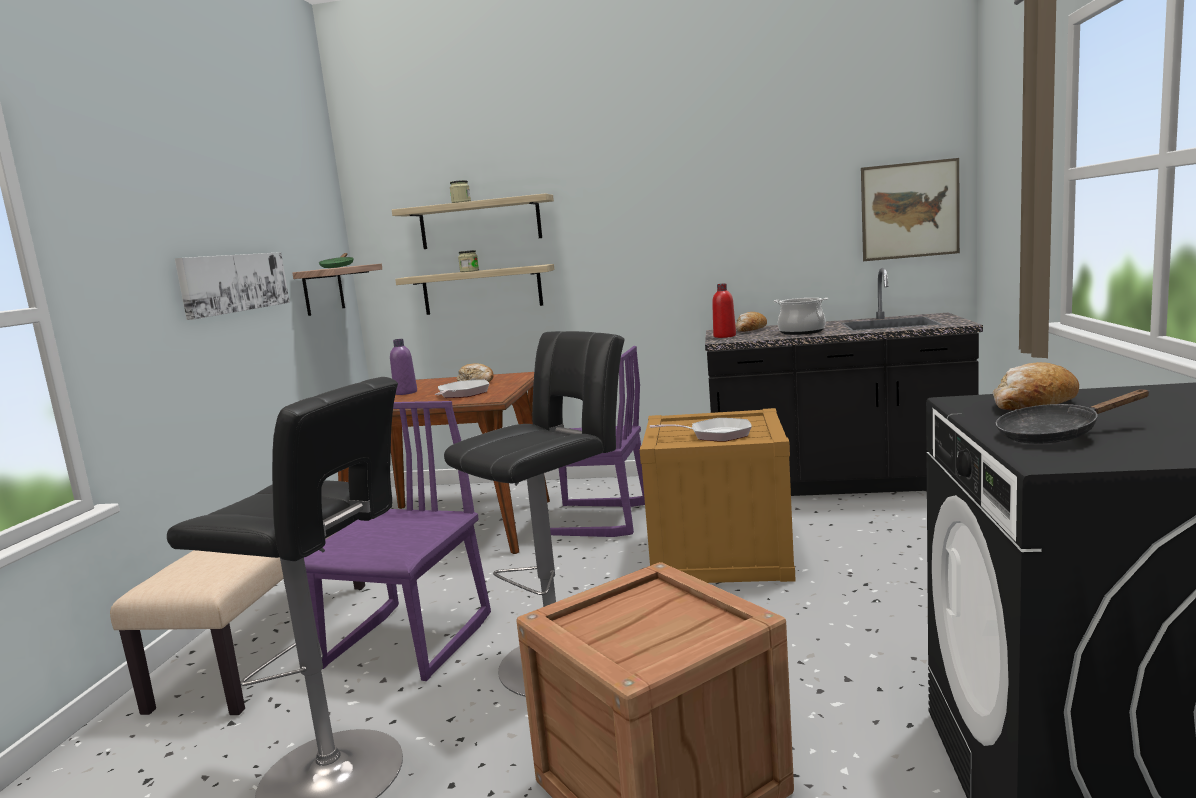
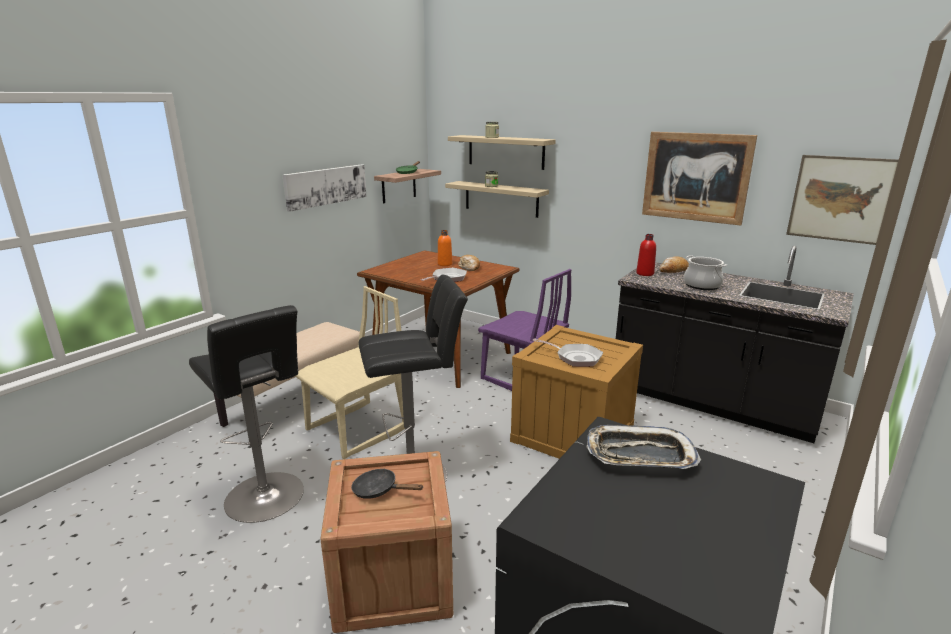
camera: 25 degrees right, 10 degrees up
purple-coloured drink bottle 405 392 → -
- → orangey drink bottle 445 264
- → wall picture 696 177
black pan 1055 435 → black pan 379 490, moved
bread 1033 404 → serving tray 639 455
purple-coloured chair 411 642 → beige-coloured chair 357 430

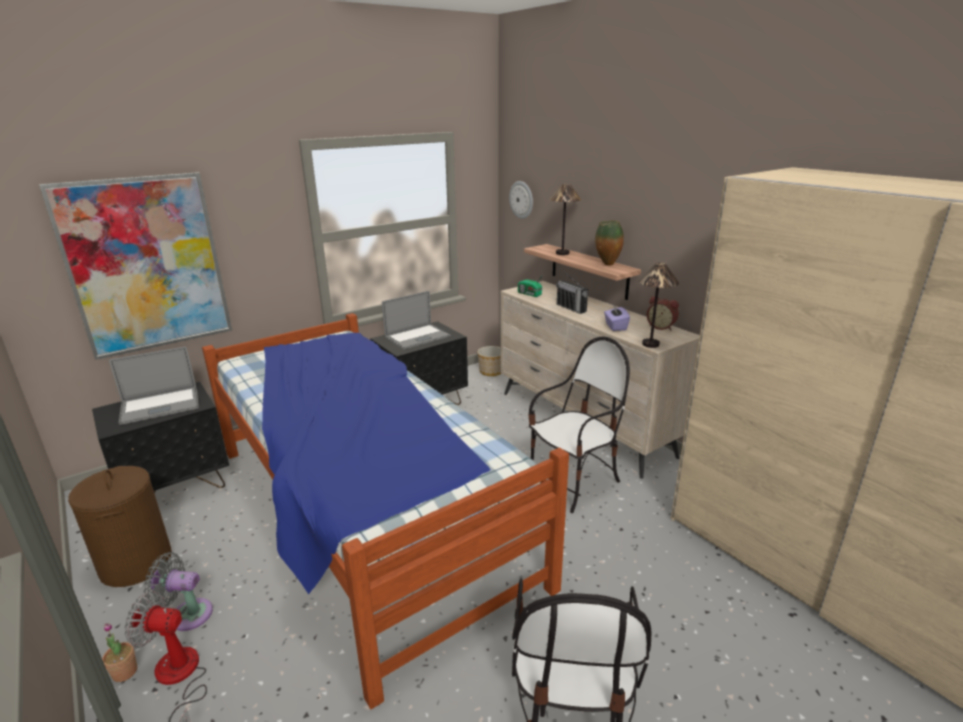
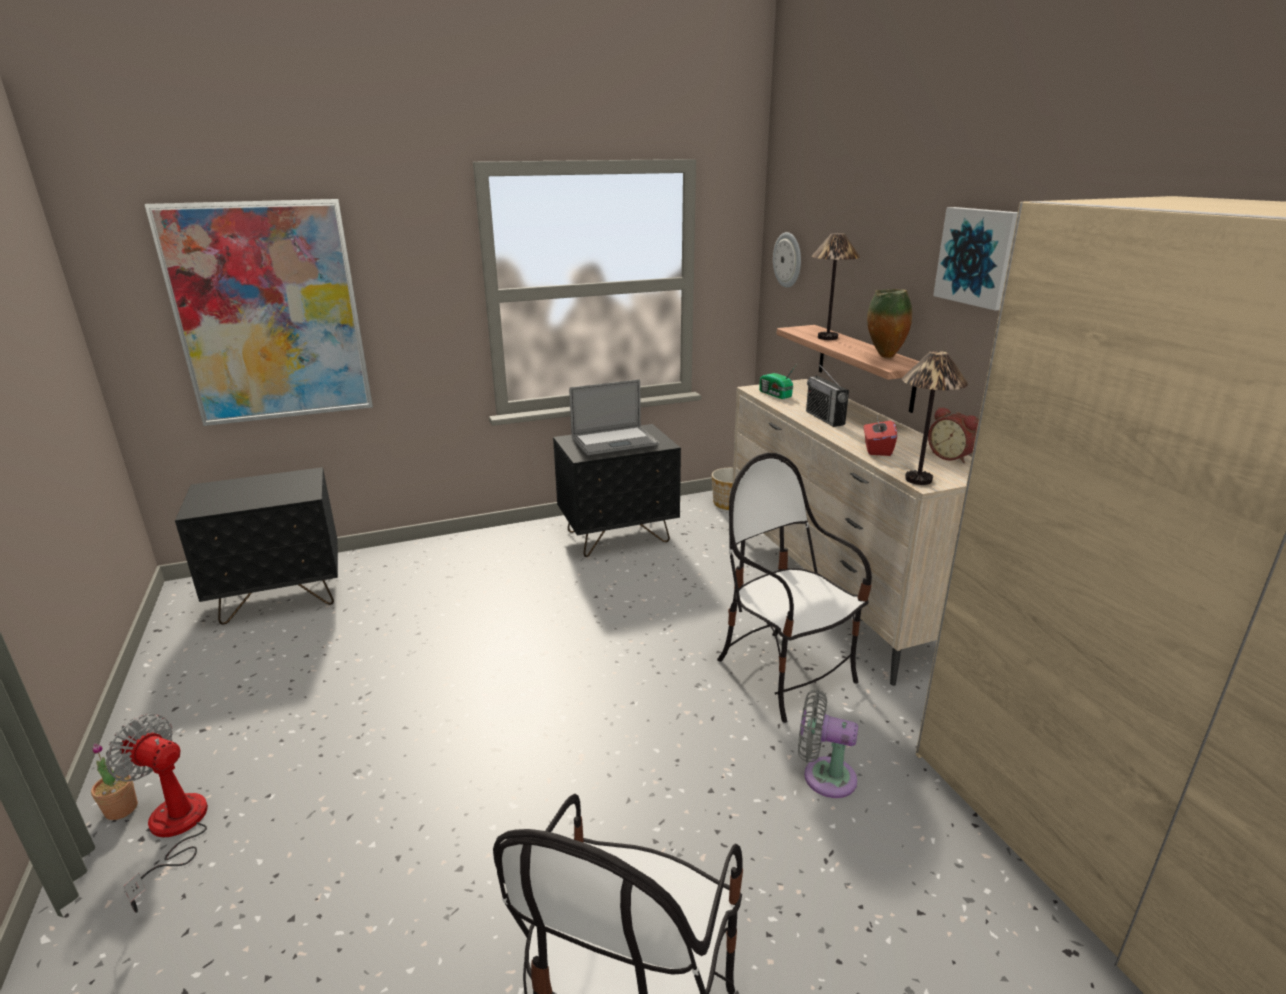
camera: 15 degrees right, 0 degrees up
brown hamper 136 563 → -
notebook computer 160 406 → -
bed 364 512 → -
- → wall picture 979 257
grey cooling fan 187 614 → grey cooling fan 823 776, moved
purple-coloured tissue box 615 326 → red-coloured tissue box 877 449
chair 574 482 → chair 785 674, 105 degrees counterclockwise

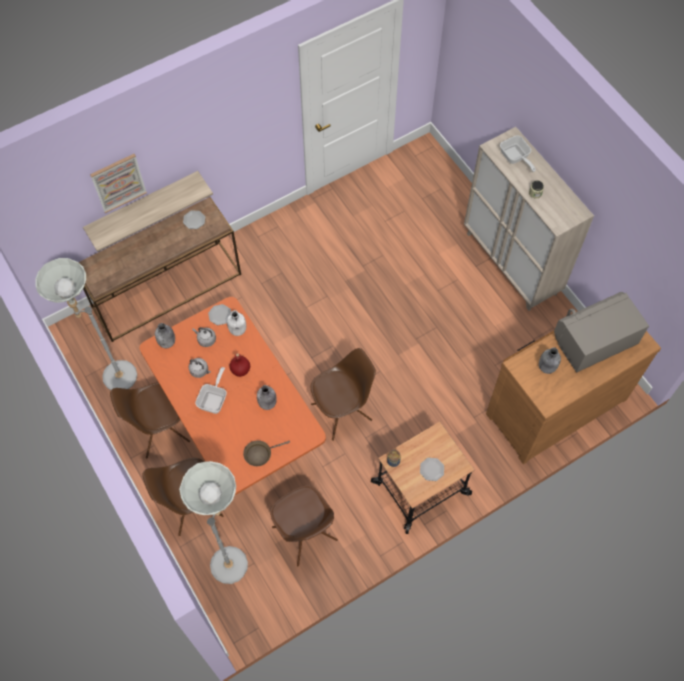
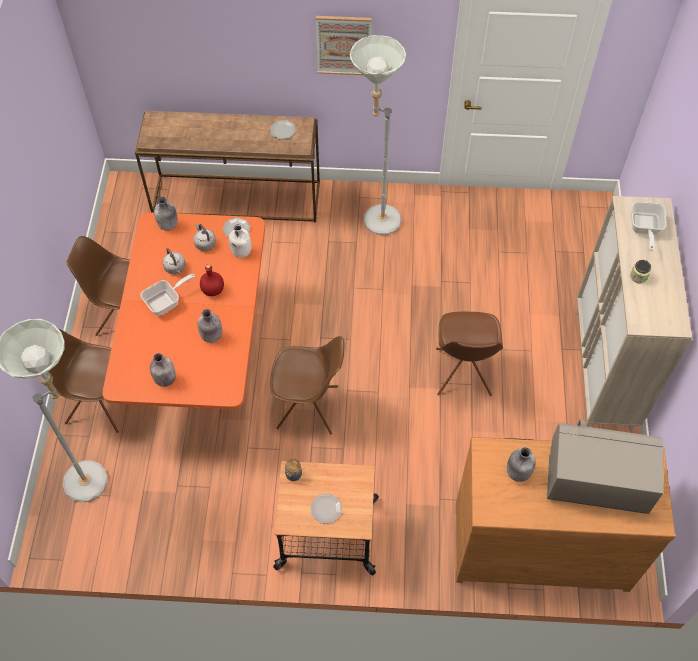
camera: 35 degrees right, 5 degrees down
shelf 143 206 → -
grey floor lamp 112 377 → grey floor lamp 375 217, moved
wall picture 118 182 → wall picture 343 45, moved
brown chair 305 535 → brown chair 463 373, moved
brown pan 260 454 → grey drink bottle 165 379

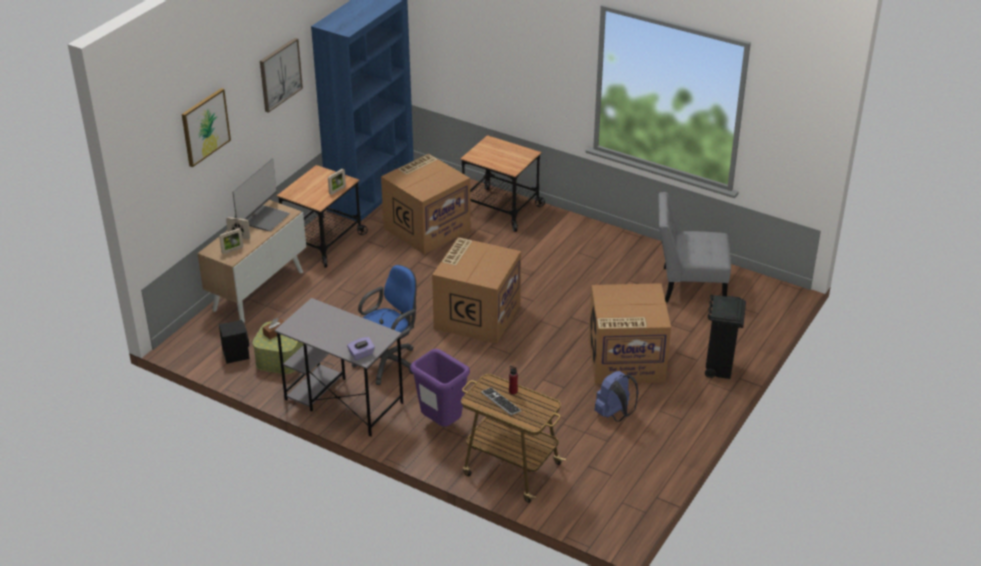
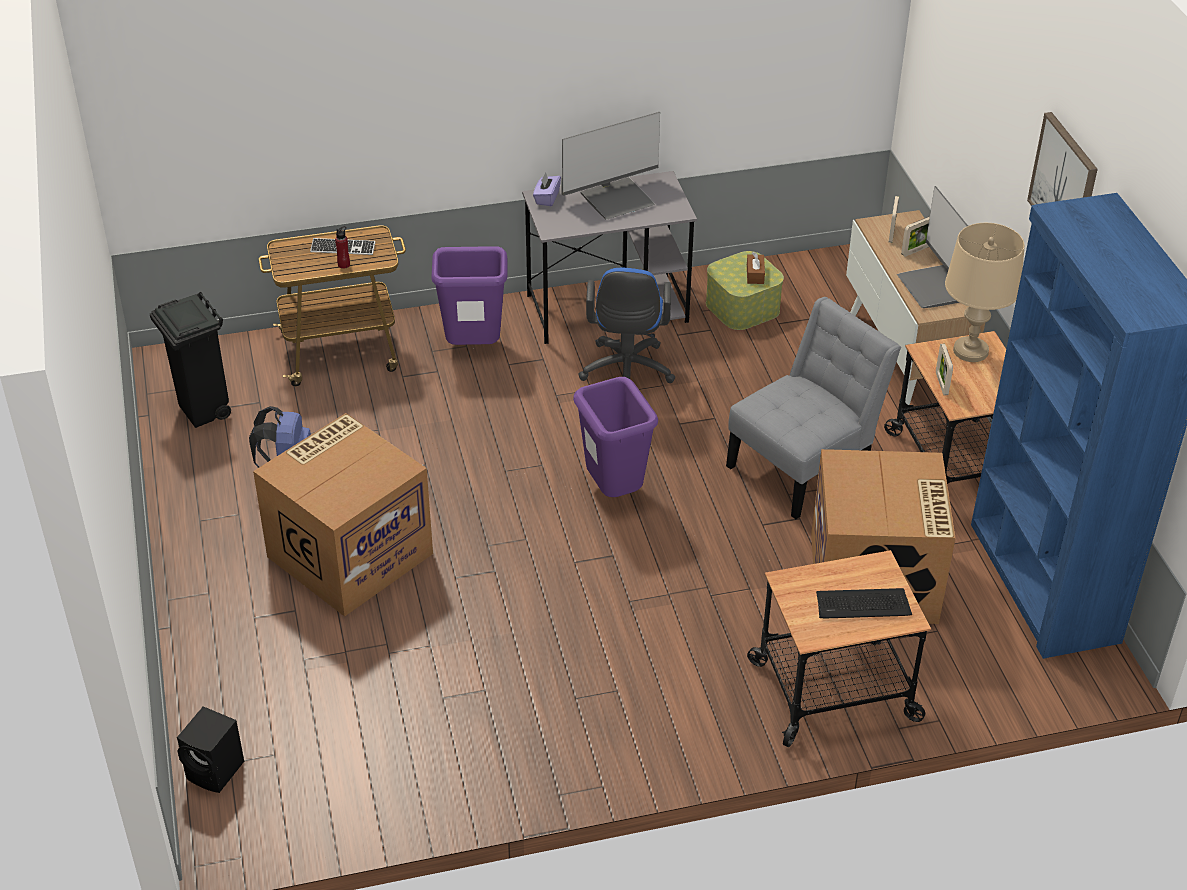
camera: 135 degrees right, 5 degrees up
wall picture 205 127 → -
- → computer display 616 199
- → PC keyboard 862 605
- → beige-coloured tabletop lamp 970 351
black loudspeaker 236 354 → black loudspeaker 216 771, moved
grey chair 689 285 → grey chair 804 467, moved
black waste bin 719 369 → black waste bin 204 411, moved
carton 476 315 → purple-coloured waste bin 614 493

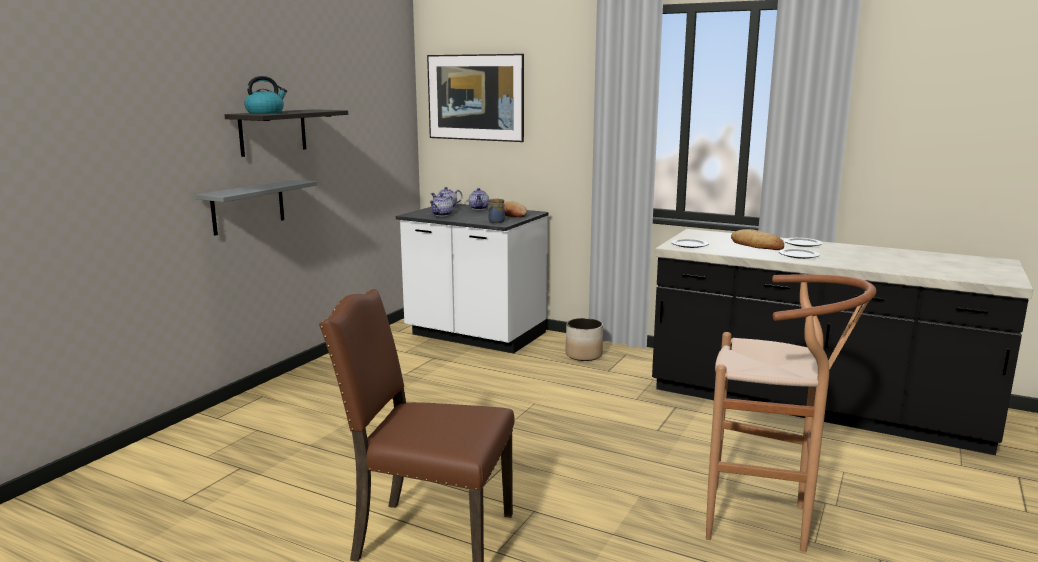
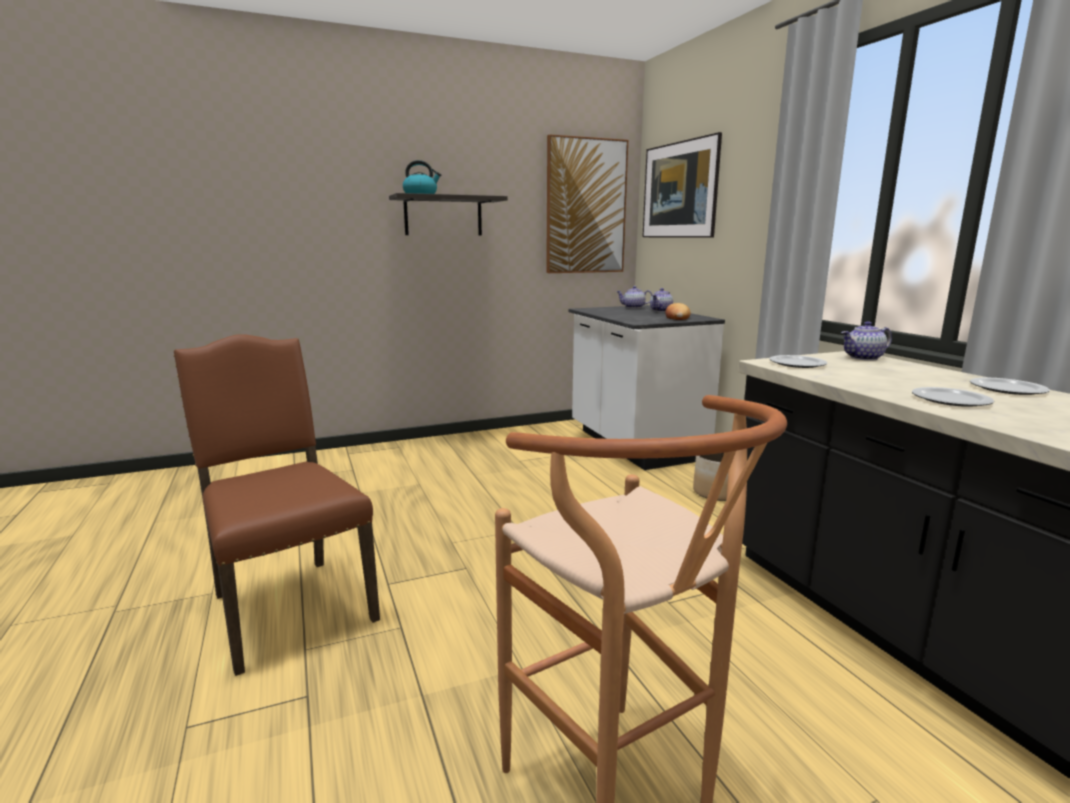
camera: 40 degrees right, 0 degrees up
grey shelf 248 206 → -
jar 495 221 → -
bread 756 245 → -
- → wall picture 585 207
tea pot 442 215 → tea pot 864 358, moved

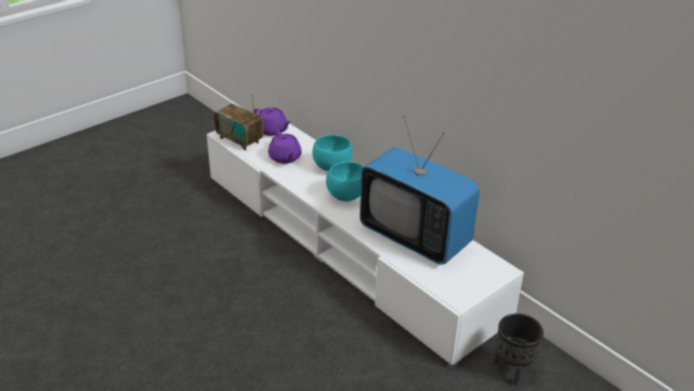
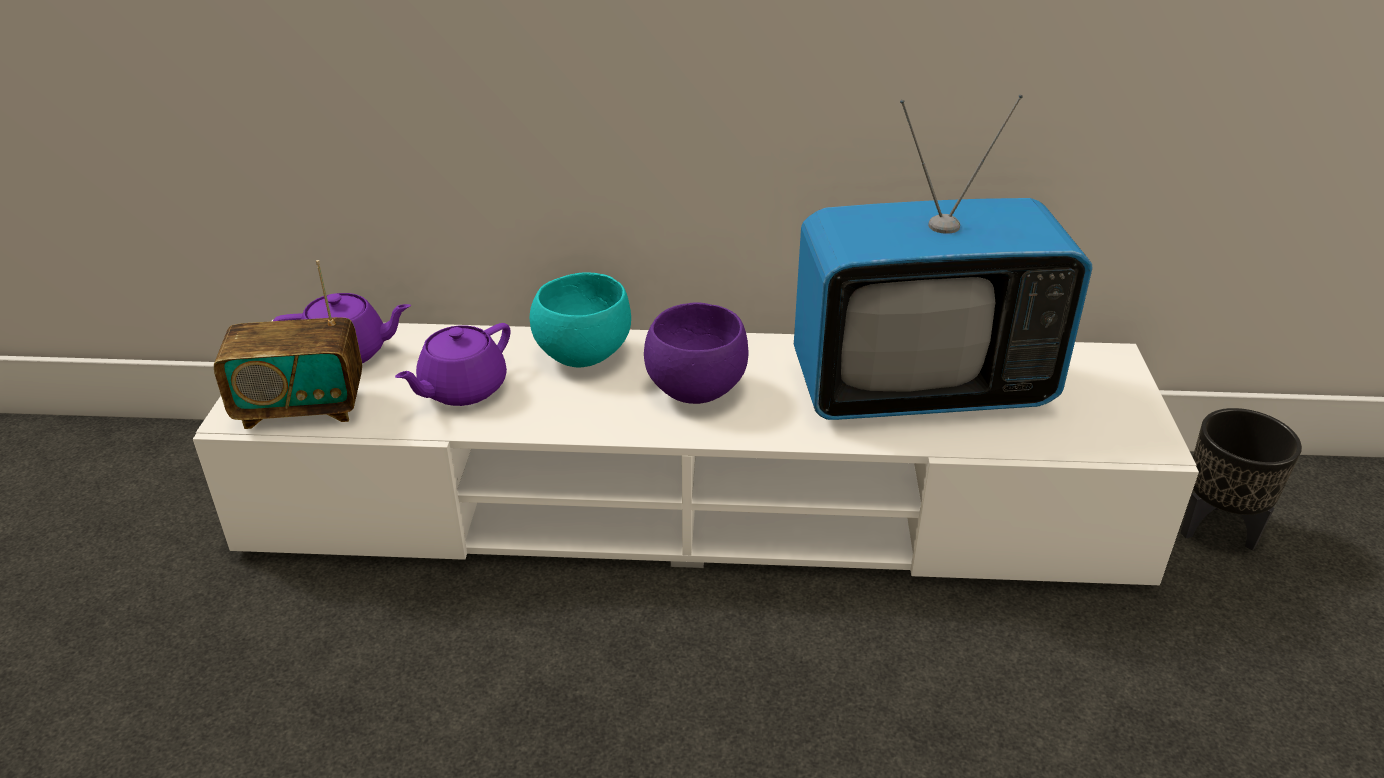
camera: 45 degrees left, 0 degrees up
turquoise serving bowl 345 195 → purple-coloured serving bowl 693 390
purple-coloured tea pot 285 158 → purple-coloured tea pot 461 389, 105 degrees clockwise

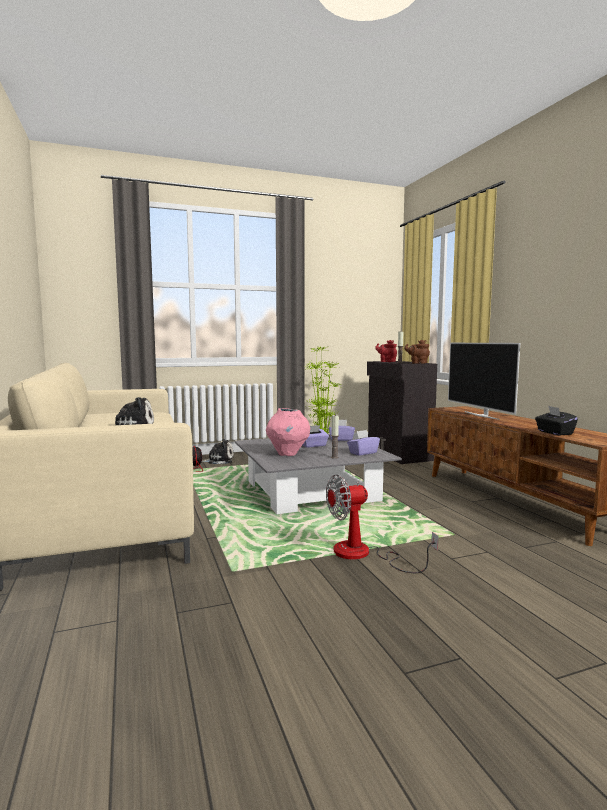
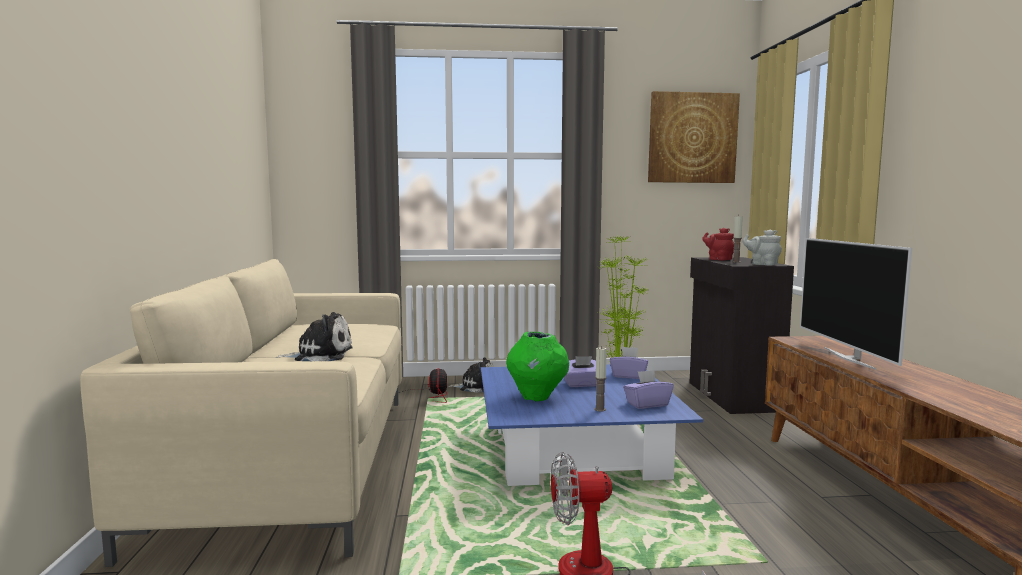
camera: 15 degrees right, 0 degrees up
black tissue box 554 433 → -
- → wall picture 692 138
grey coffee table 310 491 → bluish coffee table 574 449
pink-coloured flower vase 288 454 → greenish flower vase 537 397
brown tea pot 417 363 → grey tea pot 762 264

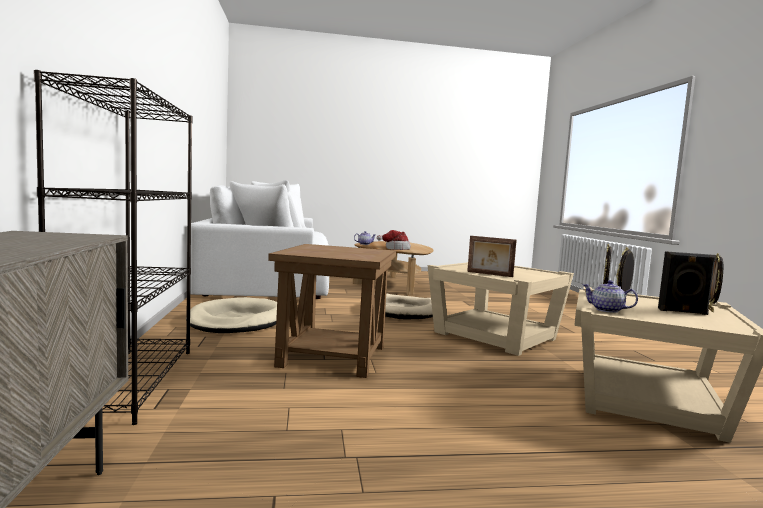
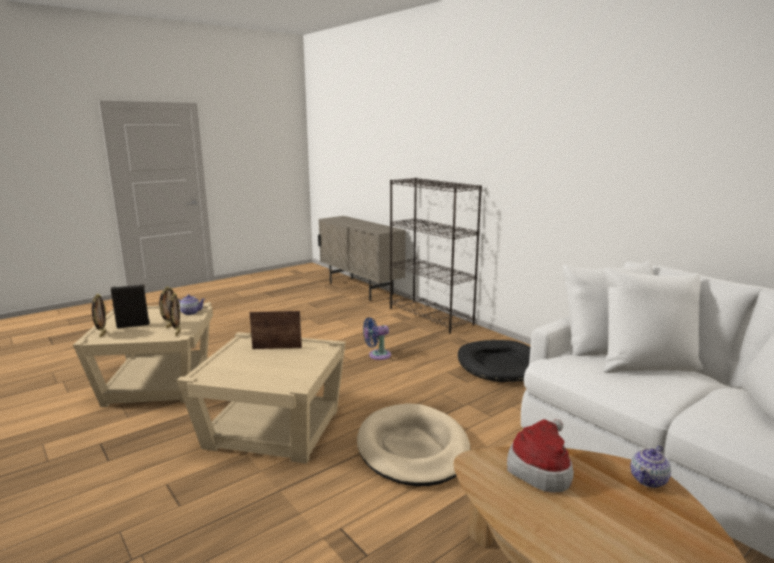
camera: 150 degrees right, 10 degrees up
brown accent table 332 356 → bluish cooling fan 377 355
beige-coloured pet bed 236 321 → black pet bed 499 364

